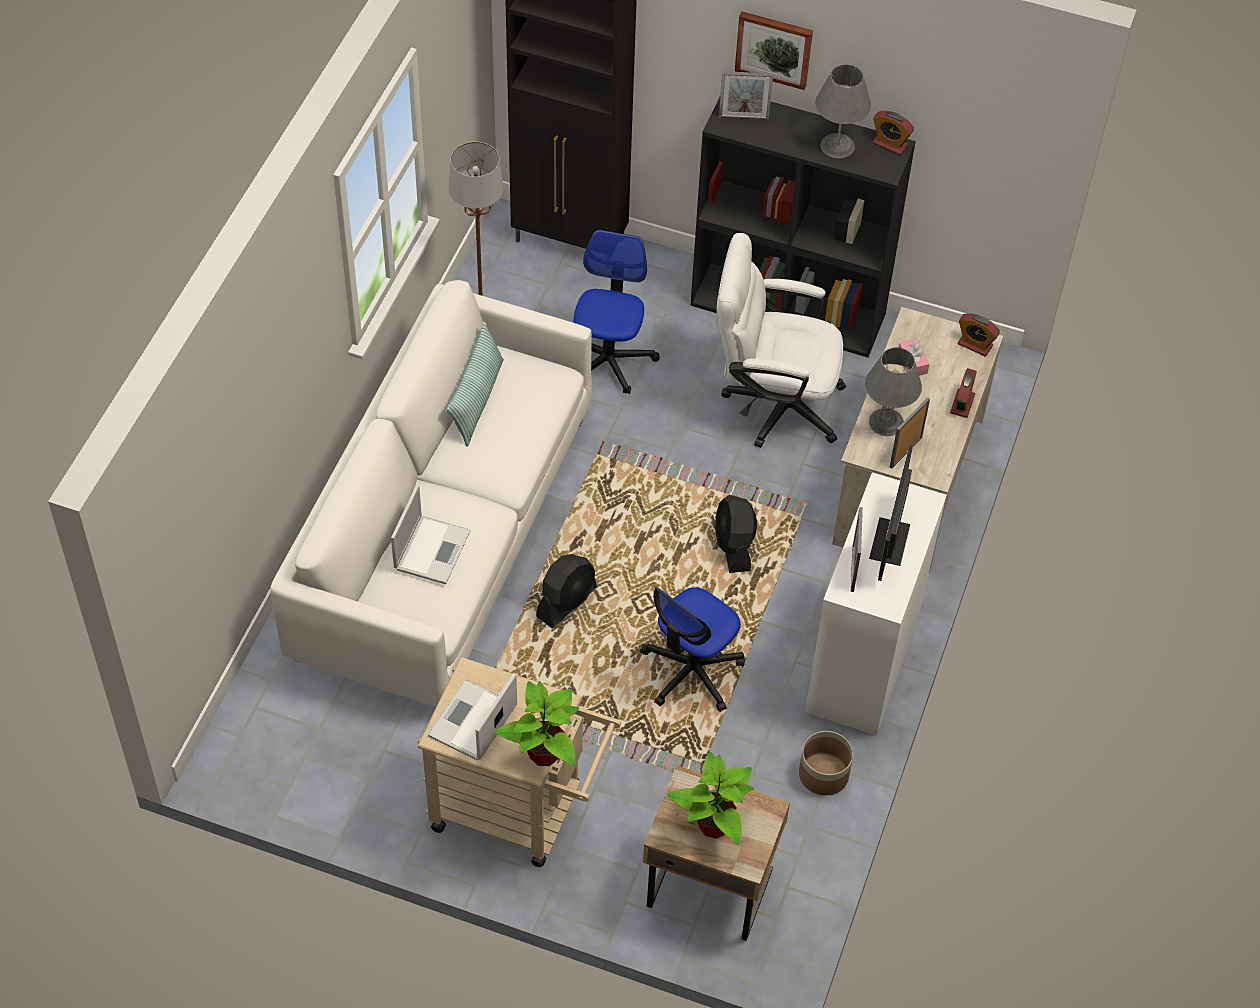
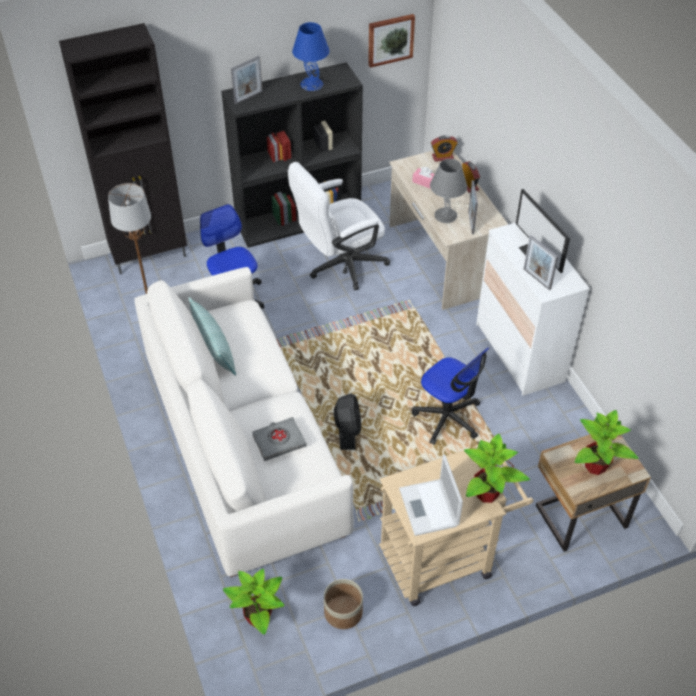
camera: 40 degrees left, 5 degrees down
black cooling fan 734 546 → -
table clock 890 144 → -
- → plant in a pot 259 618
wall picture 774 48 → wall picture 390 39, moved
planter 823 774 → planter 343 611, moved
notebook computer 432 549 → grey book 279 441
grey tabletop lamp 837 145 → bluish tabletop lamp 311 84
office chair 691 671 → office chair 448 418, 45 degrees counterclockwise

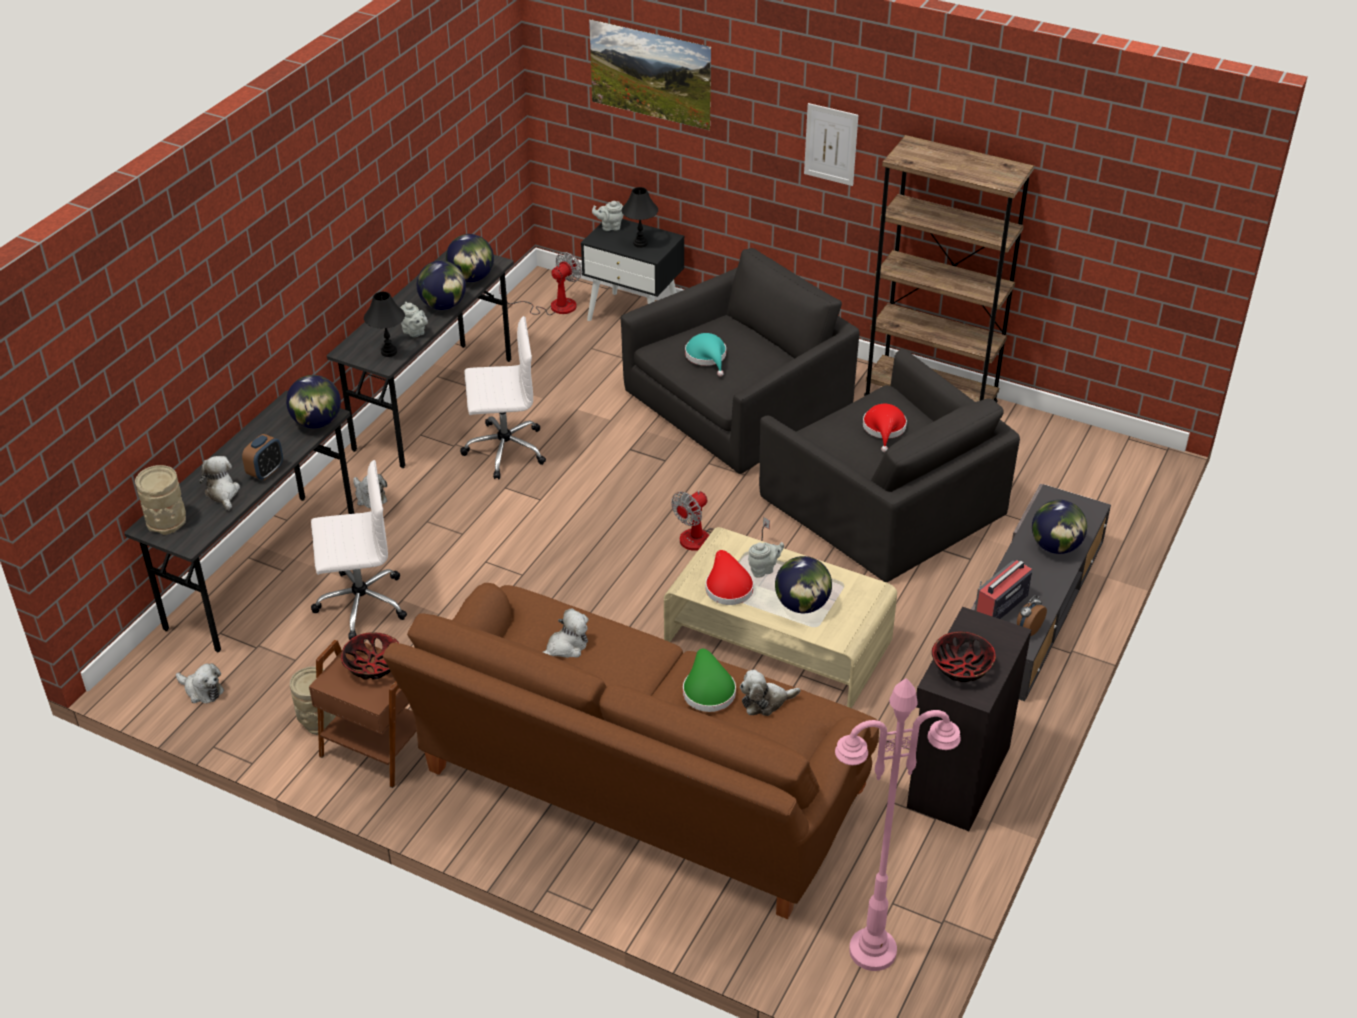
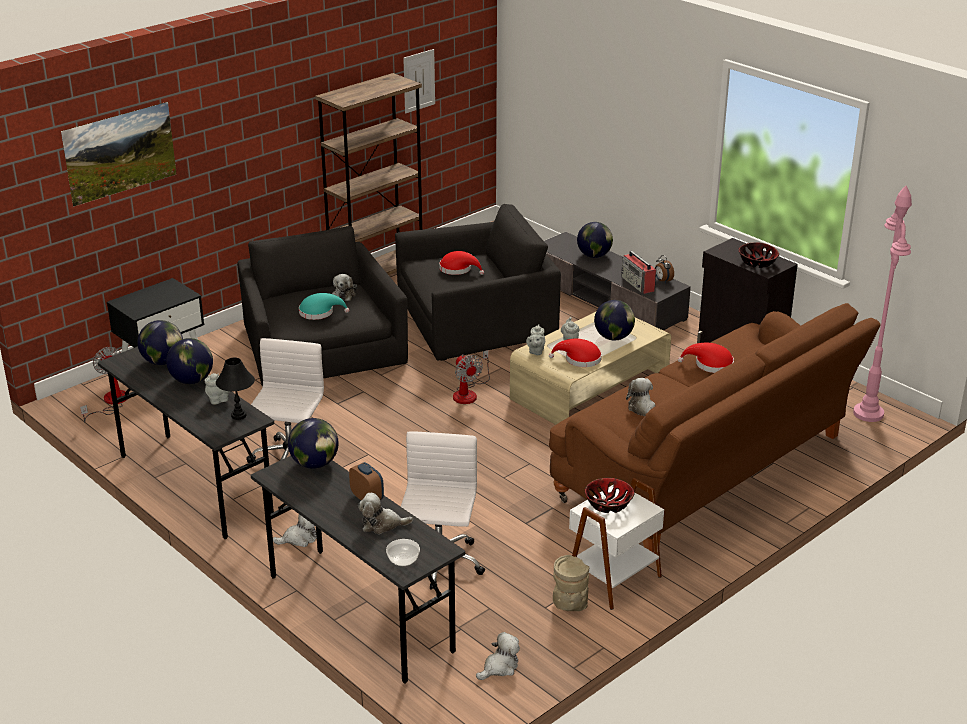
camera: 70 degrees left, 10 degrees down
black tabletop lamp 640 243 → -
grey tea pot 610 227 → grey tea pot 536 351, moved
cuddly toy 765 702 → cuddly toy 344 294, moved
wall picture 831 144 → wall picture 419 81, moved
beige-coloured flower vase 167 521 → serving bowl 403 559
brown accent table 378 745 → white accent table 612 577
greenish wearable hat 707 690 → red-coloured wearable hat 710 364

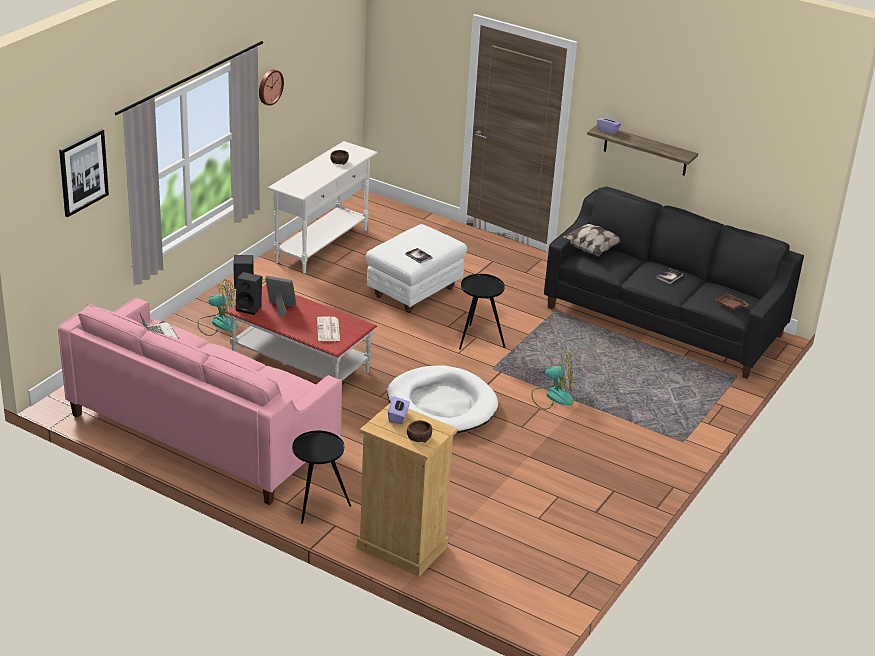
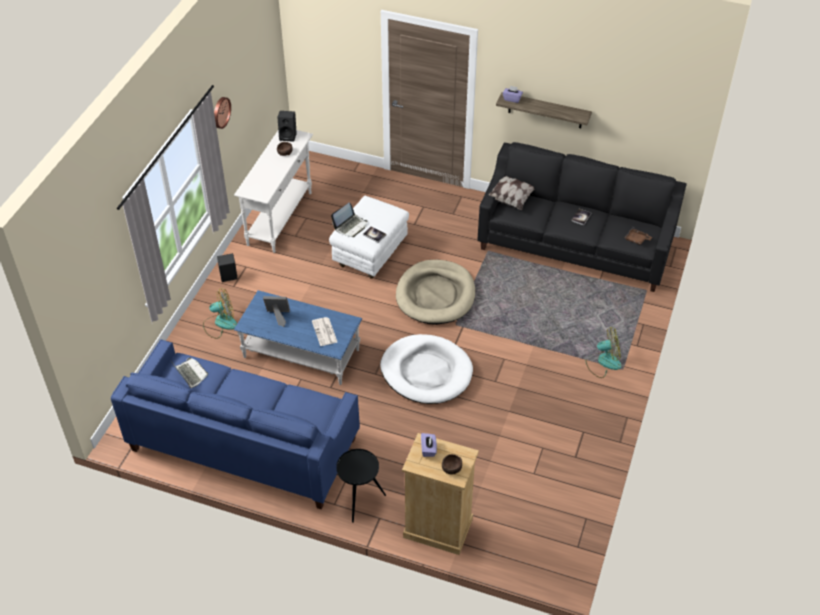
camera: 10 degrees left, 15 degrees up
wall picture 83 172 → -
- → notebook computer 350 226
black loudspeaker 250 308 → black loudspeaker 288 136, moved
cooling fan 552 396 → cooling fan 603 362, moved
black accent table 478 339 → beige-coloured pet bed 435 295
pink-coloured settee 202 431 → bluish settee 243 444
red-coloured coffee table 300 364 → bluish coffee table 301 353

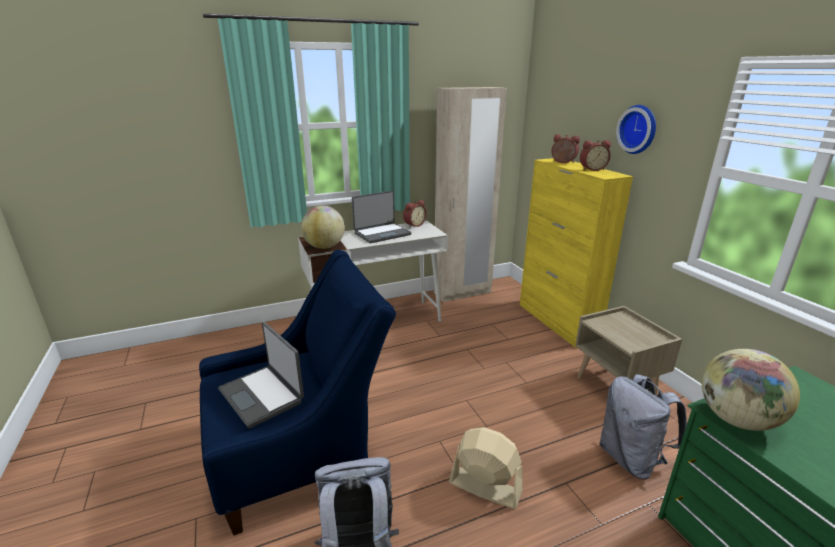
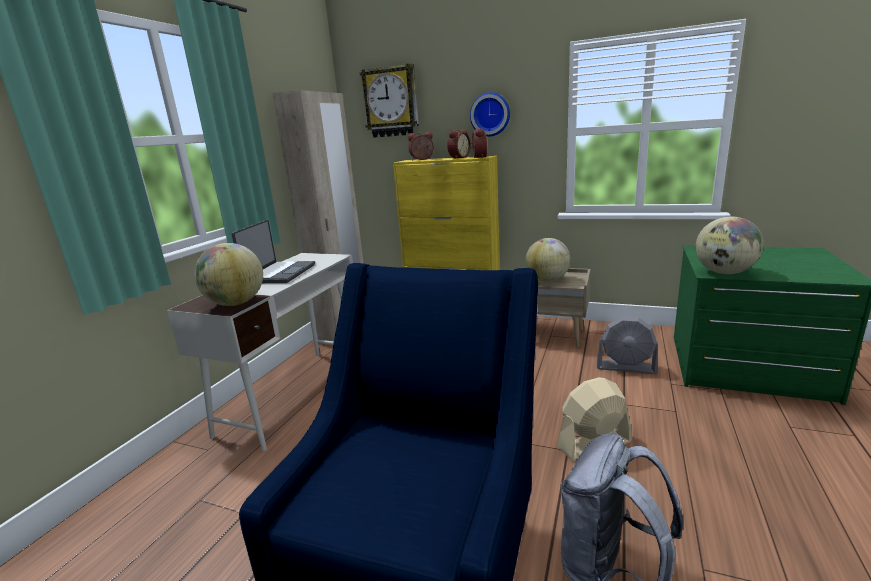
camera: 45 degrees left, 5 degrees down
notebook computer 263 395 → -
- → clock on the wall 391 102
- → globe 547 280
table clock 414 225 → table clock 478 157, moved
grey knapsack 631 459 → grey cooling fan 626 367

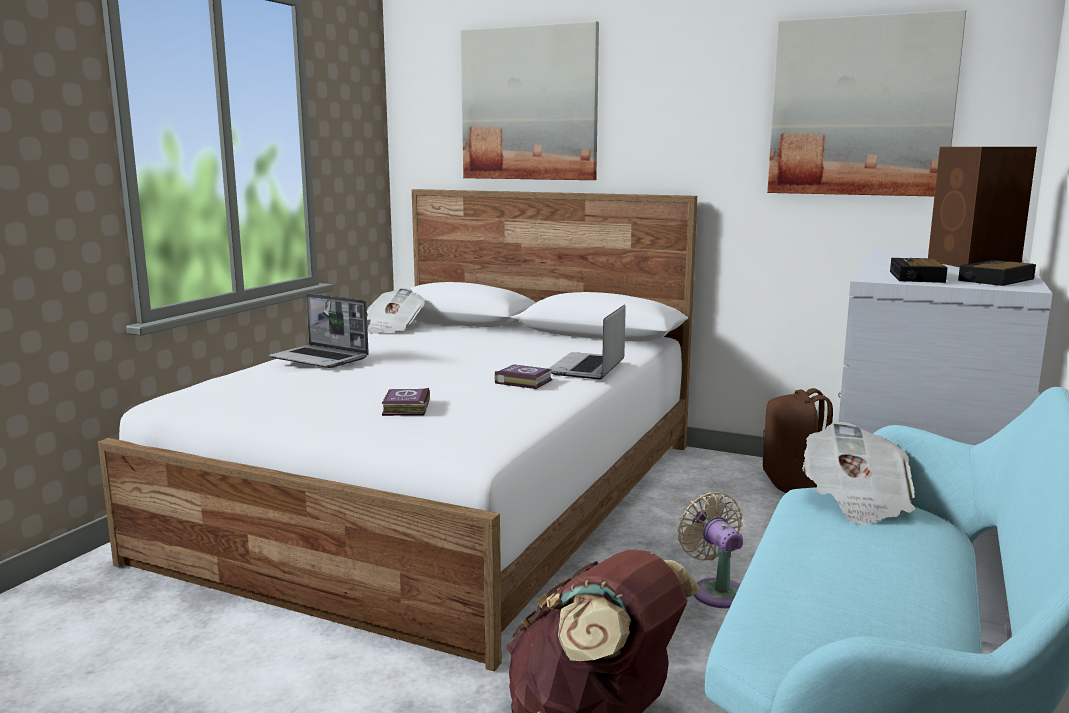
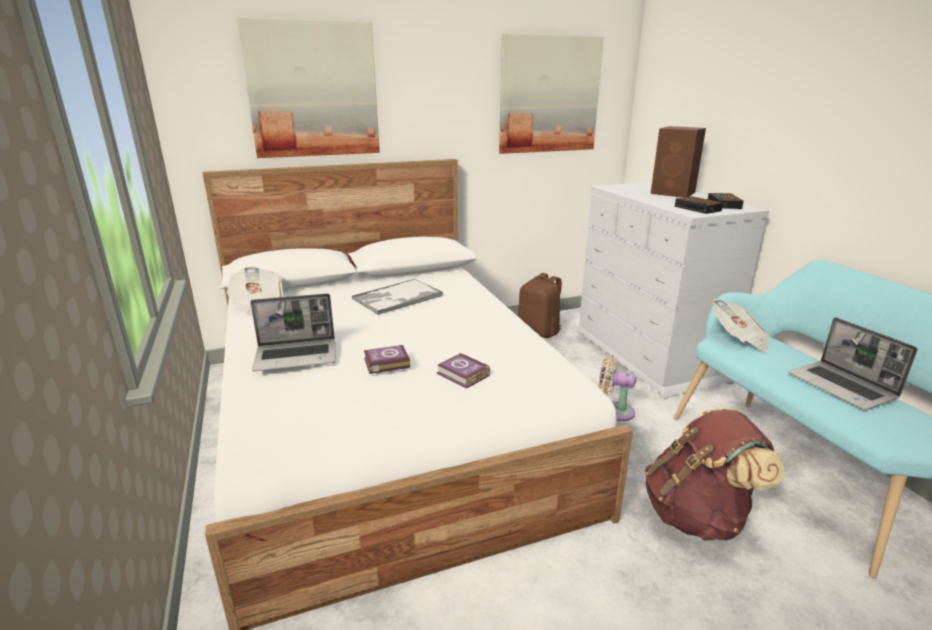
camera: 45 degrees left, 10 degrees up
- → serving tray 397 297
book 523 381 → book 385 363, moved
notebook computer 587 368 → notebook computer 842 387, moved

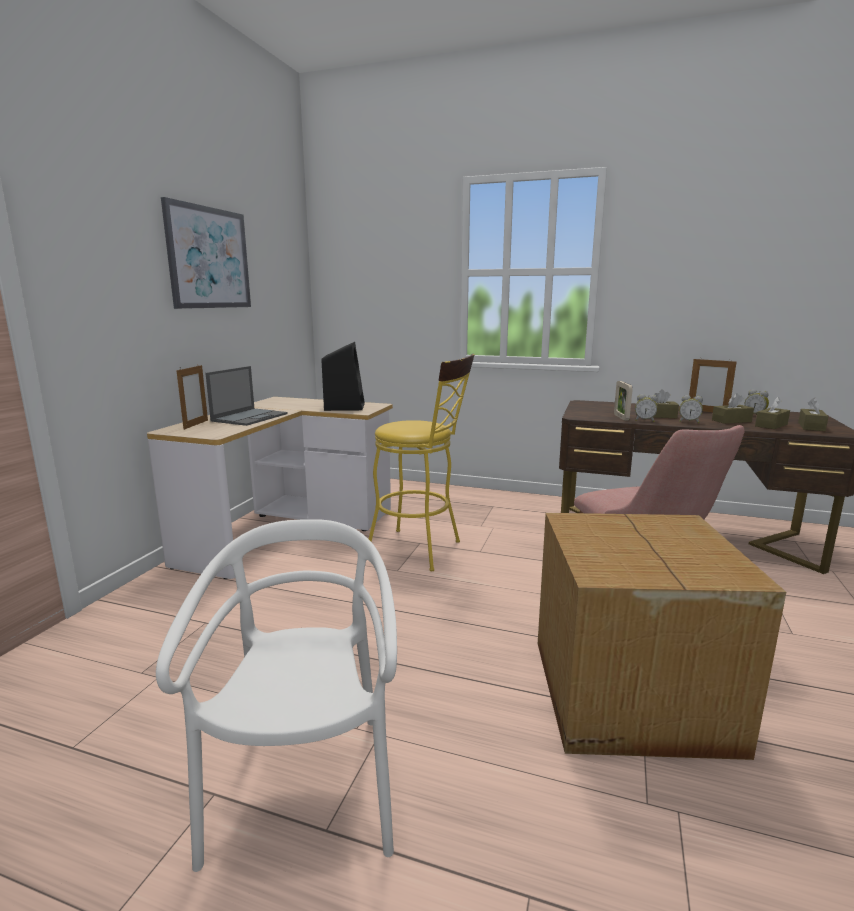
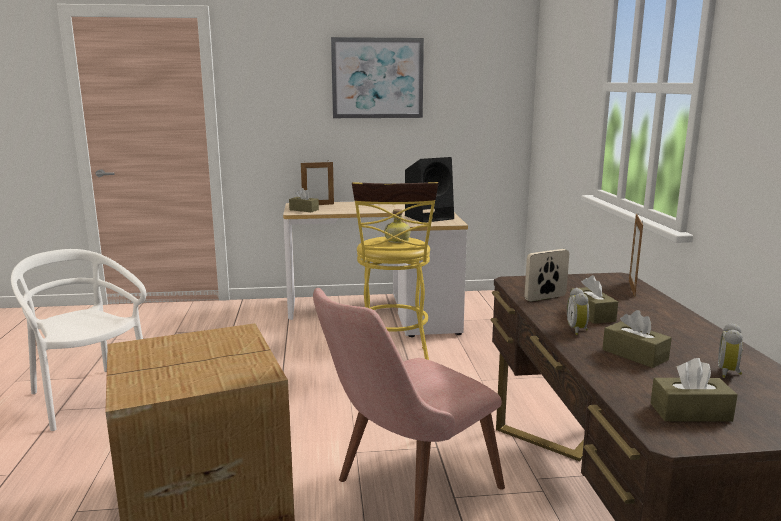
camera: 65 degrees right, 0 degrees up
notebook computer 250 417 → -
table clock 644 420 → -
- → drink bottle 398 240
photo frame 707 411 → photo frame 631 288, moved
brown tissue box 771 425 → brown tissue box 304 210, moved
white chair 305 788 → white chair 88 397, 105 degrees counterclockwise

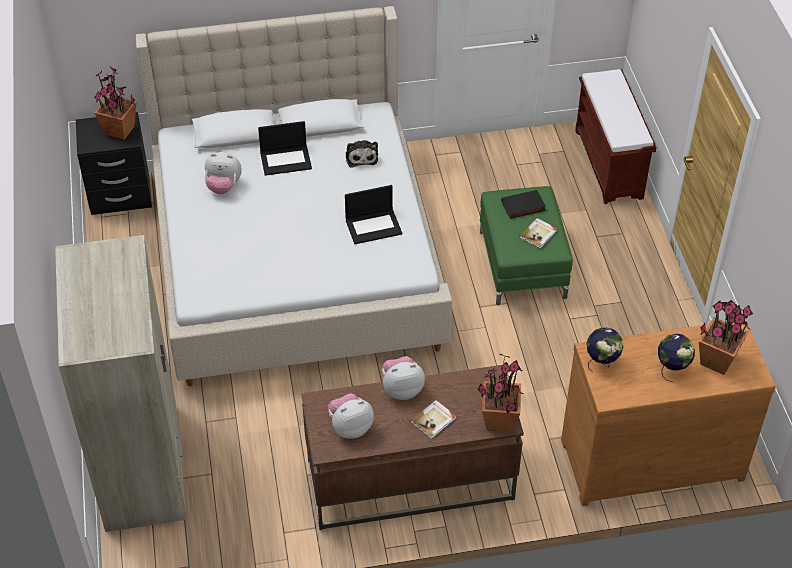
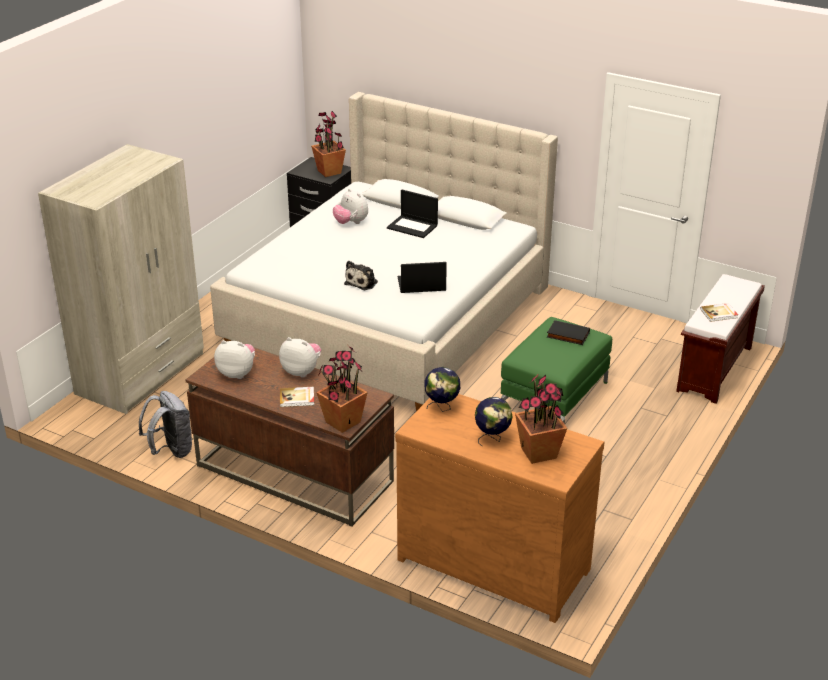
camera: 40 degrees right, 15 degrees down
- → grey knapsack 171 450
cuddly toy 361 156 → cuddly toy 362 282, moved
book 538 234 → book 719 314, moved
notebook computer 374 226 → notebook computer 421 284, 150 degrees clockwise

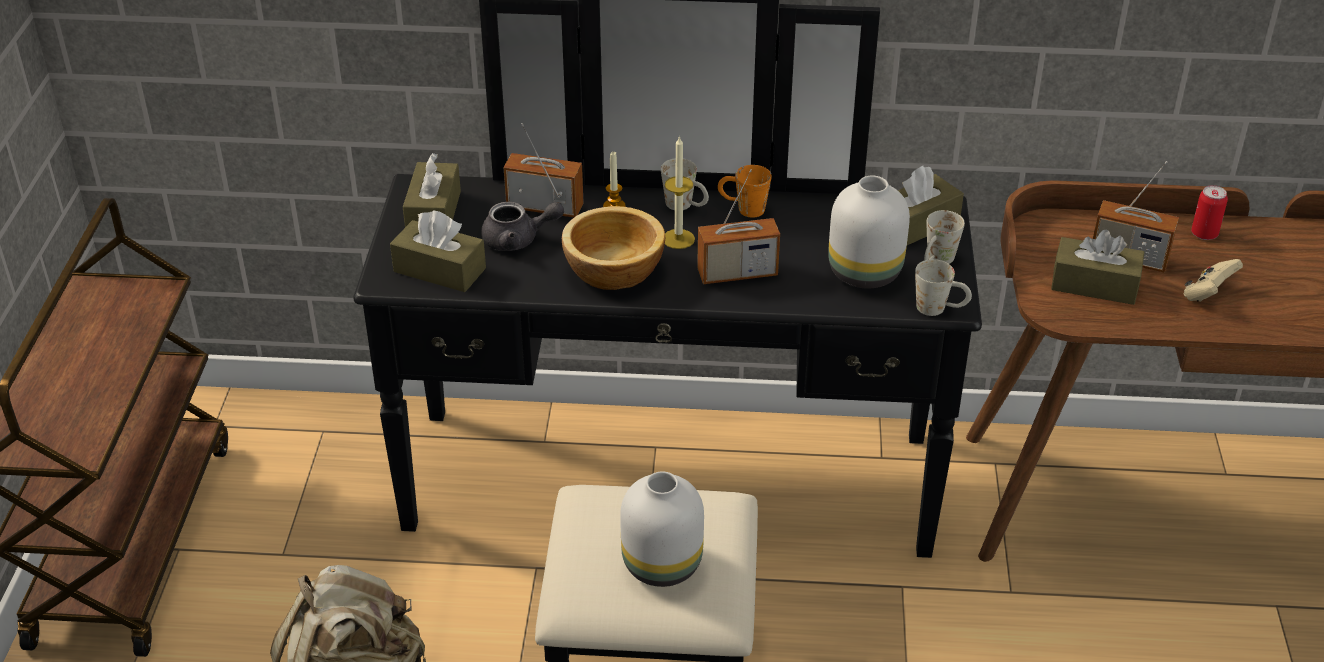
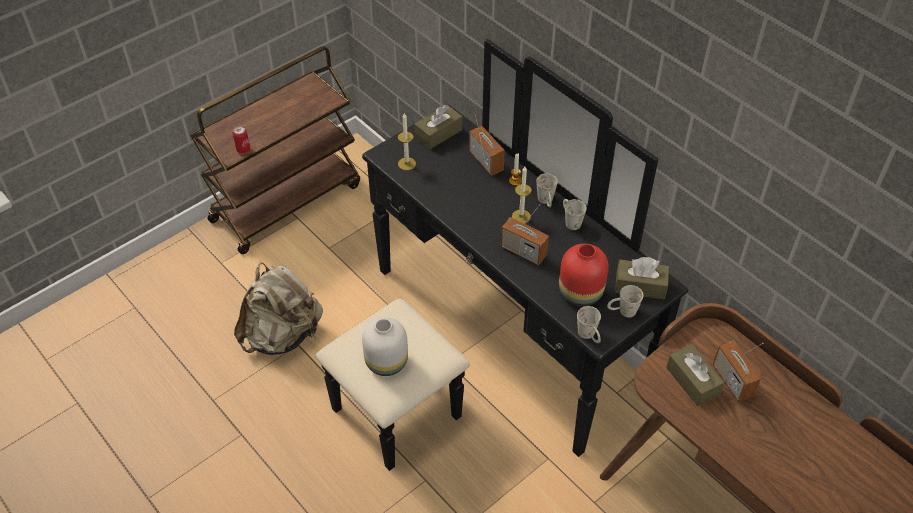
camera: 45 degrees right, 10 degrees up
grey tea pot 518 240 → -
serving bowl 613 271 → -
beige-coloured gamepad 1207 294 → -
sealed can 1204 234 → sealed can 243 149, moved
brown tissue box 439 270 → wax candle 407 164
orangey coffee mug 743 208 → white coffee mug 570 221
white flower vase 863 273 → red-coloured flower vase 579 292

